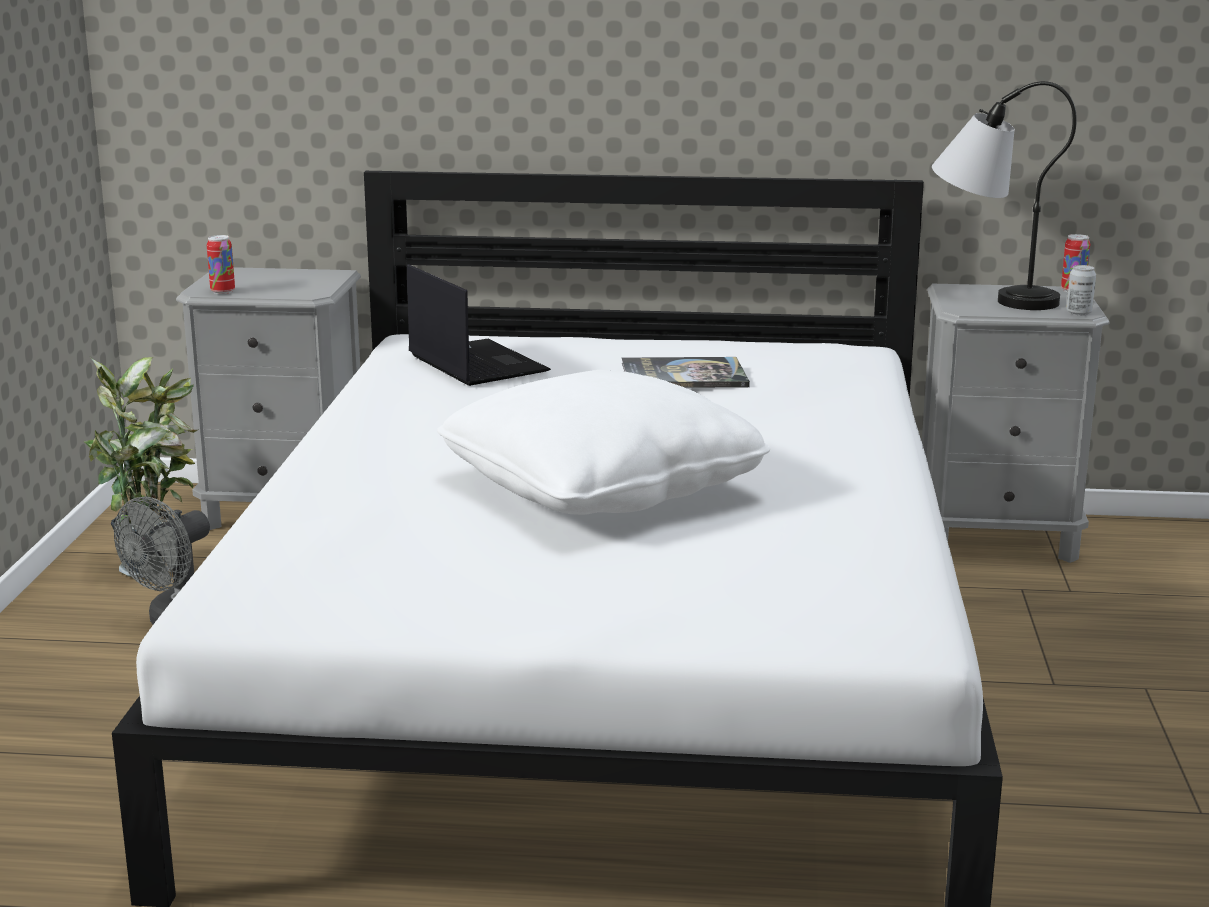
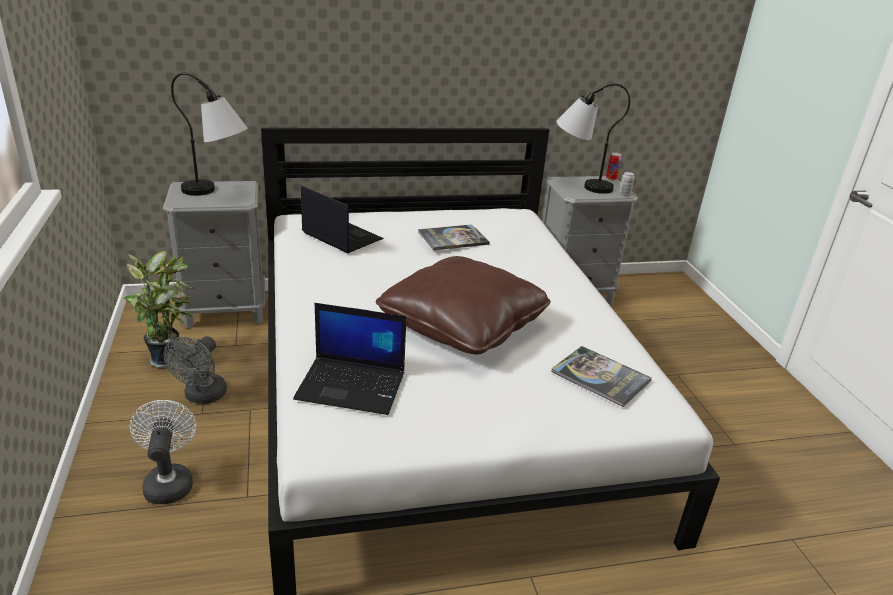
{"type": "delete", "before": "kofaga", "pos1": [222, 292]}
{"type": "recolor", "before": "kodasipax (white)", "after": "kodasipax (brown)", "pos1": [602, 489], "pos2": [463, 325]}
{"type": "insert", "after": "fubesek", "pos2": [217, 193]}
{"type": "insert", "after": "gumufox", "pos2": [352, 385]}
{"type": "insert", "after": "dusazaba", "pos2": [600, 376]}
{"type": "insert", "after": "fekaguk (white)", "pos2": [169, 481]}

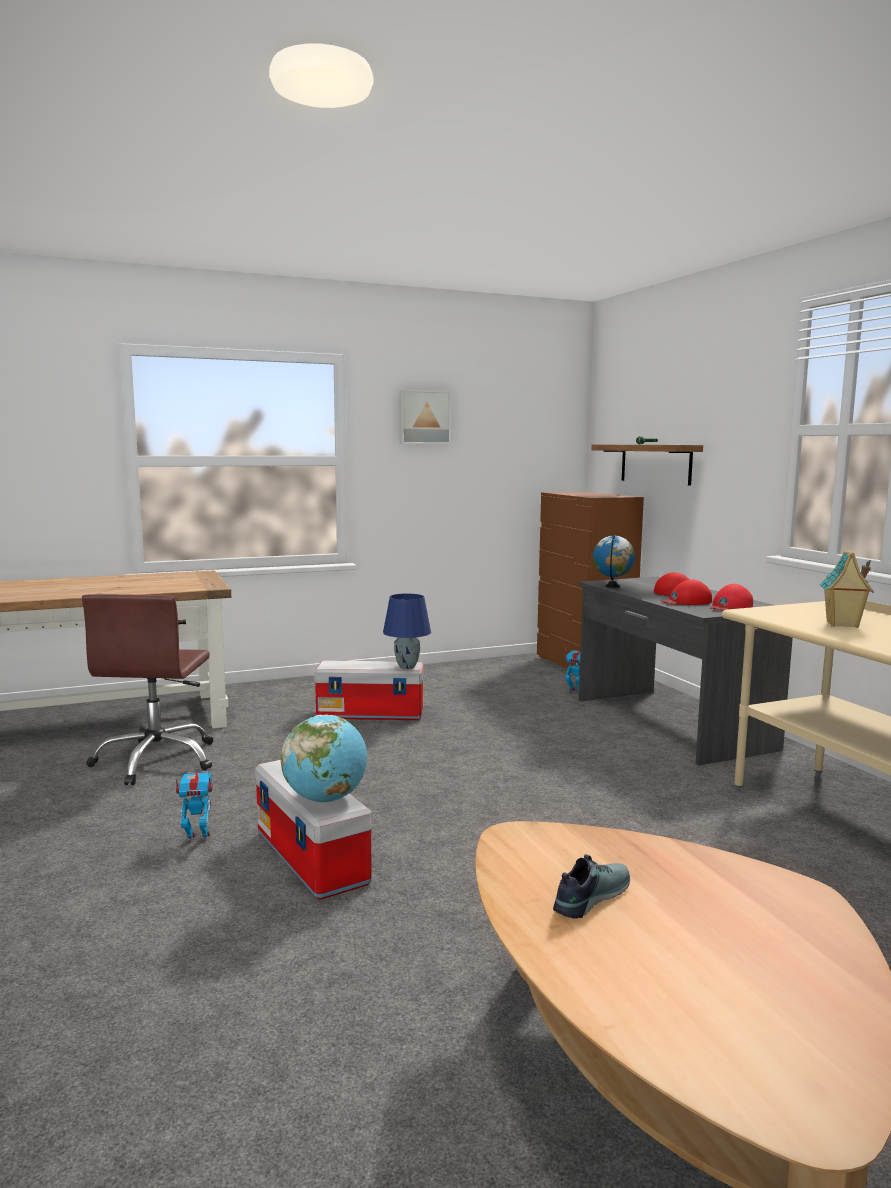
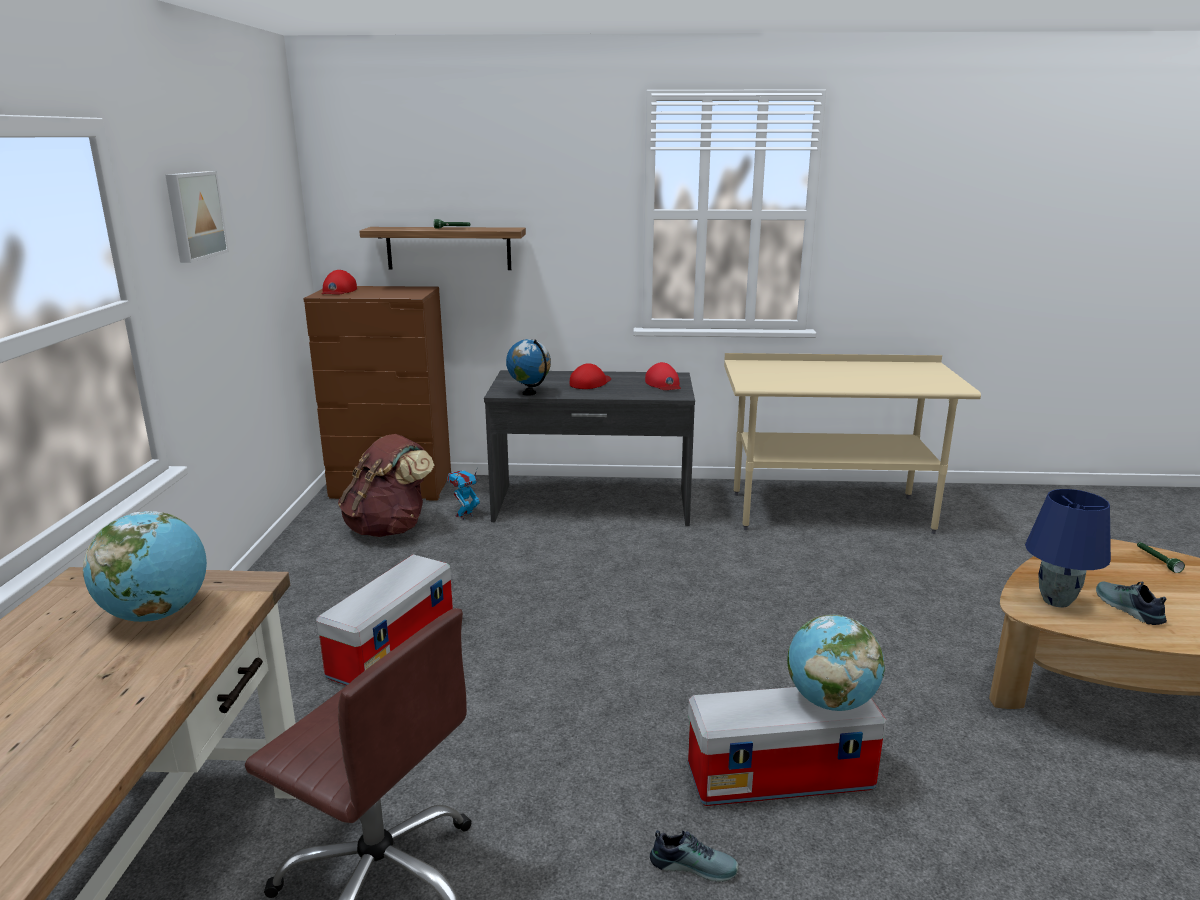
{"type": "delete", "before": "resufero", "pos1": [842, 625]}
{"type": "move", "before": "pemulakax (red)", "pos1": [686, 602], "pos2": [338, 291]}
{"type": "move", "before": "fubesek (blue)", "pos1": [406, 666], "pos2": [1056, 602]}
{"type": "replace", "before": "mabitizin", "after": "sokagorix", "pos1": [197, 839], "pos2": [693, 864]}
{"type": "insert", "after": "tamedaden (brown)", "pos2": [389, 528]}
{"type": "insert", "after": "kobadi", "pos2": [157, 614]}
{"type": "insert", "after": "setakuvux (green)", "pos2": [1157, 561]}

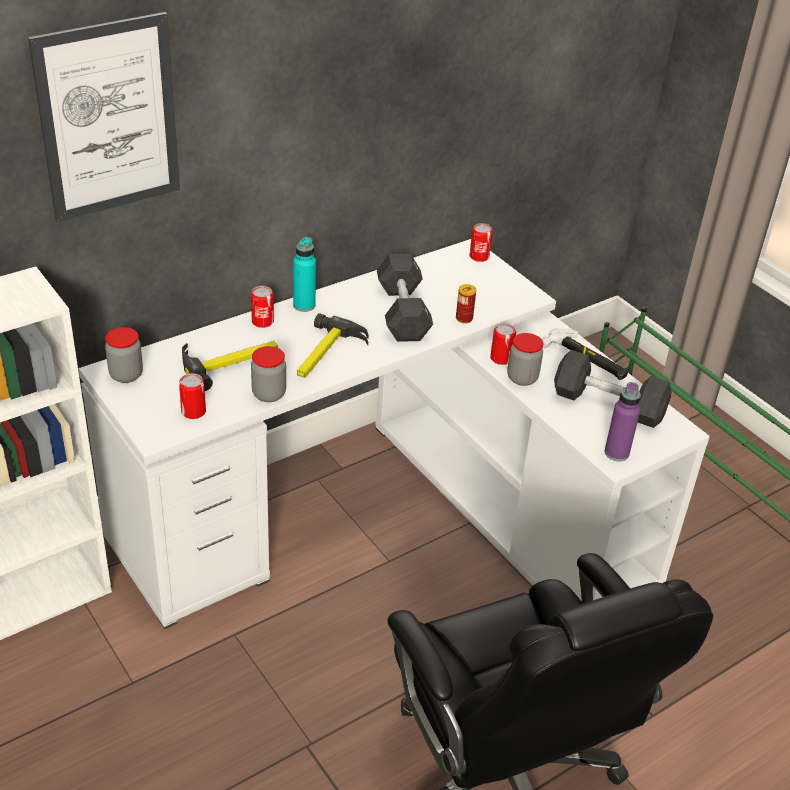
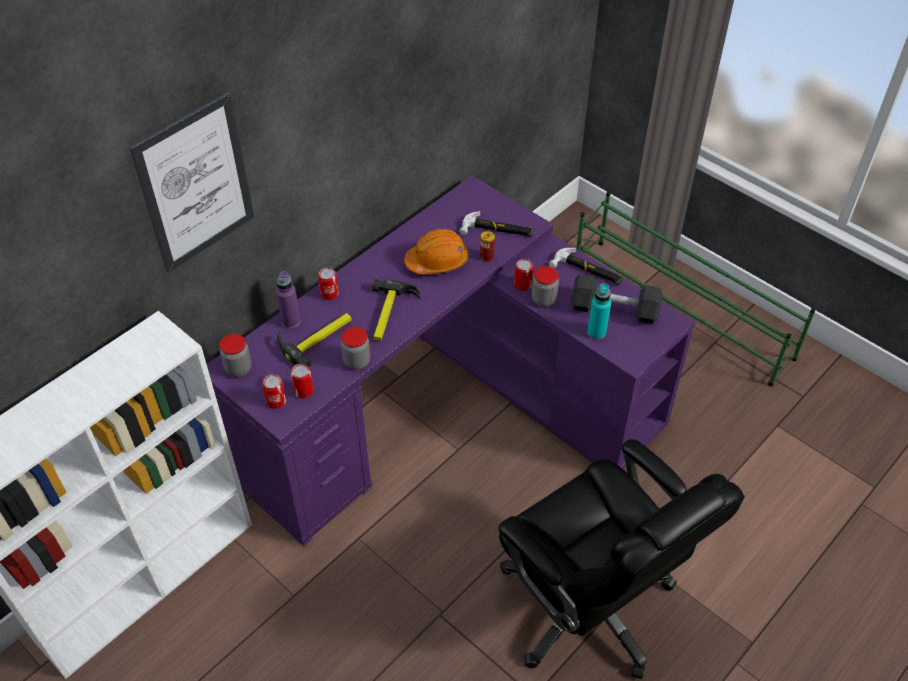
{"type": "move", "before": "kofaga", "pos1": [479, 256], "pos2": [276, 401]}
{"type": "move", "before": "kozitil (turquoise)", "pos1": [304, 305], "pos2": [596, 332]}
{"type": "recolor", "before": "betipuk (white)", "after": "betipuk (purple)", "pos1": [393, 511], "pos2": [449, 406]}
{"type": "replace", "before": "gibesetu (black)", "after": "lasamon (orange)", "pos1": [403, 312], "pos2": [437, 261]}
{"type": "move", "before": "kozitil (purple)", "pos1": [616, 453], "pos2": [291, 321]}
{"type": "insert", "after": "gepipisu", "pos2": [497, 230]}

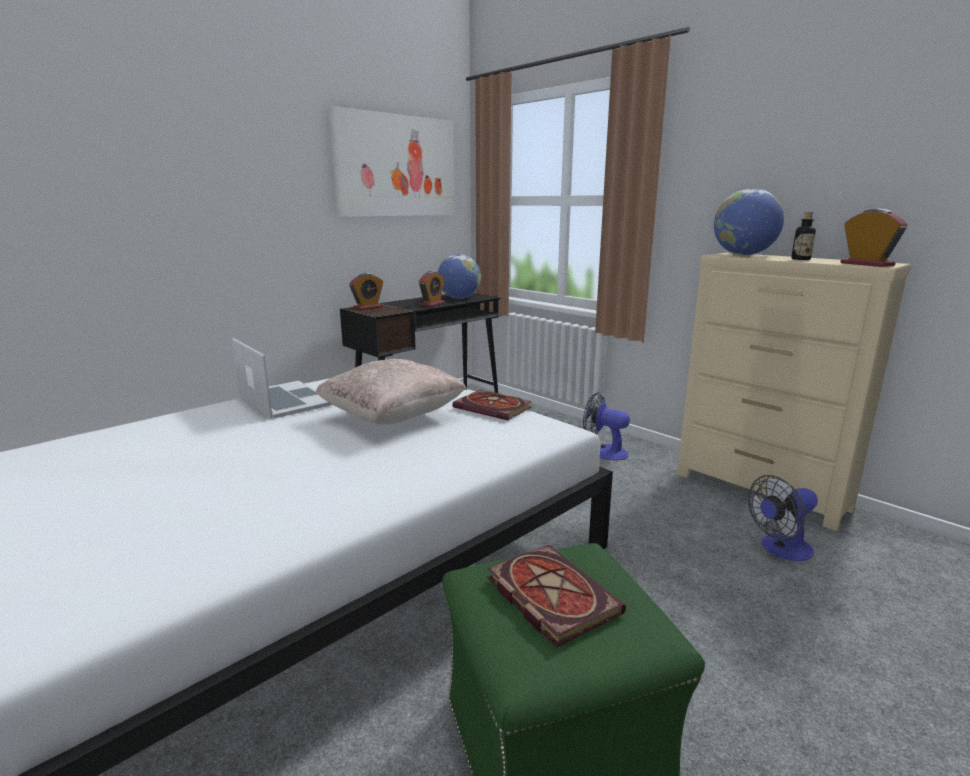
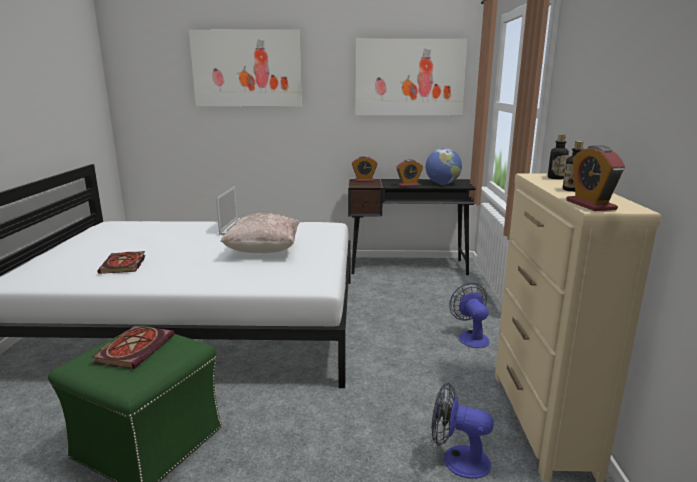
{"type": "replace", "before": "kobadi", "after": "kozitil", "pos1": [743, 255], "pos2": [556, 178]}
{"type": "rotate", "before": "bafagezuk", "pos1": [866, 264], "pos2": [590, 205], "turn": 150}
{"type": "move", "before": "dusazaba", "pos1": [494, 408], "pos2": [124, 265]}
{"type": "insert", "after": "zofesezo", "pos2": [247, 68]}

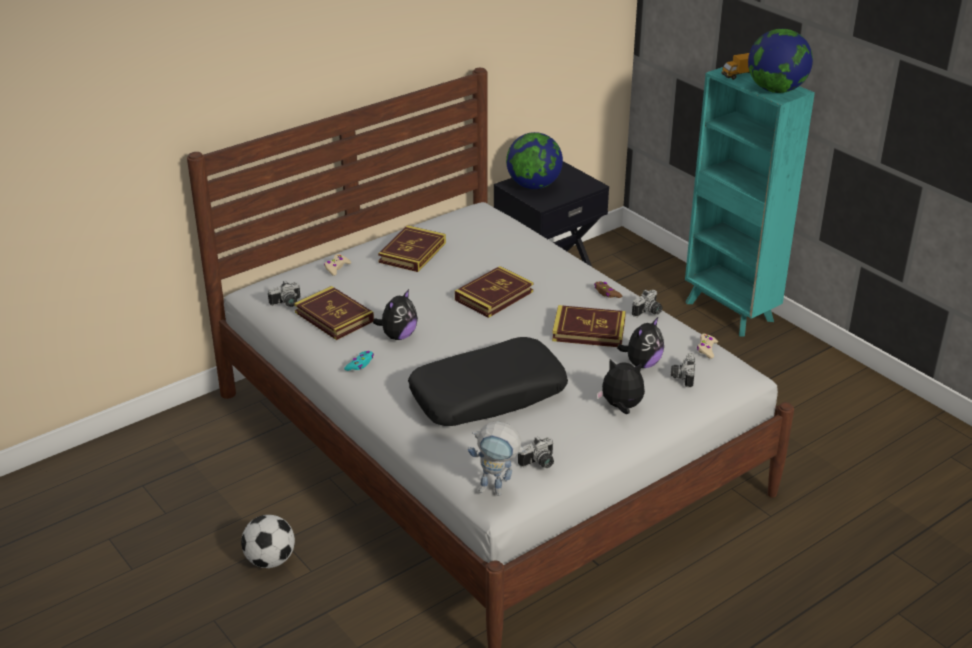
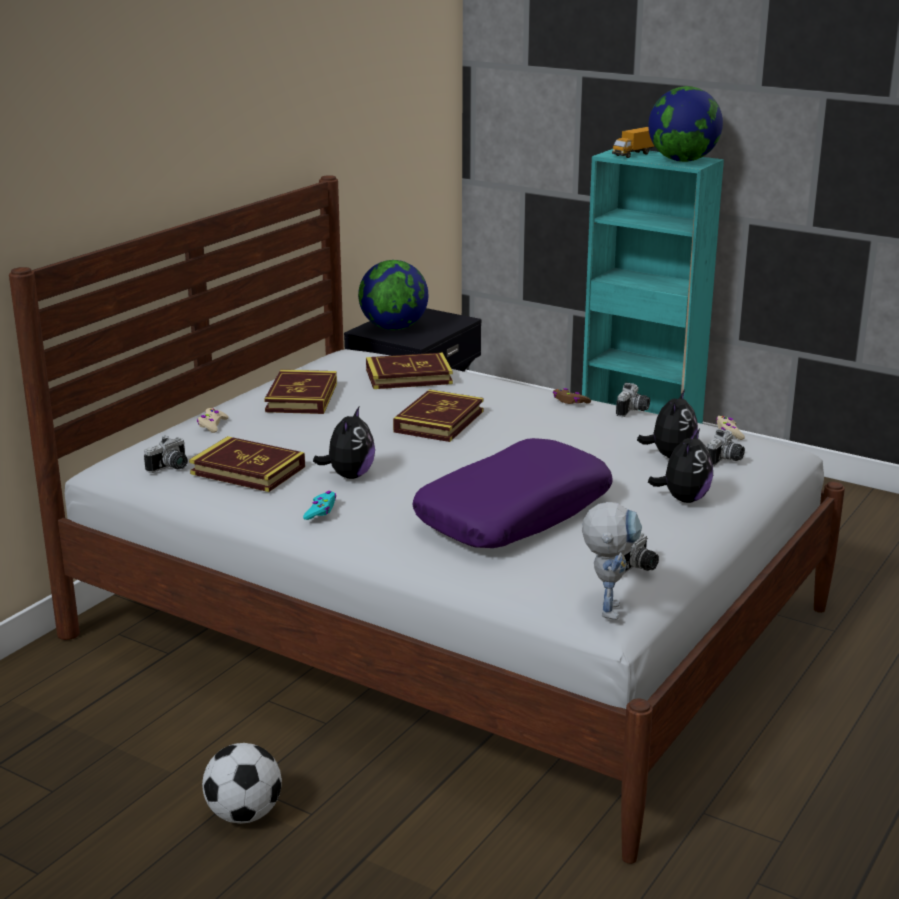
{"type": "move", "before": "dusazaba", "pos1": [589, 330], "pos2": [408, 376]}
{"type": "recolor", "before": "kodasipax (black)", "after": "kodasipax (purple)", "pos1": [488, 394], "pos2": [513, 513]}
{"type": "rotate", "before": "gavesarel", "pos1": [681, 377], "pos2": [726, 460], "turn": -135}
{"type": "rotate", "before": "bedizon", "pos1": [621, 407], "pos2": [683, 499], "turn": 120}
{"type": "rotate", "before": "mabitizin", "pos1": [498, 490], "pos2": [607, 606], "turn": -75}

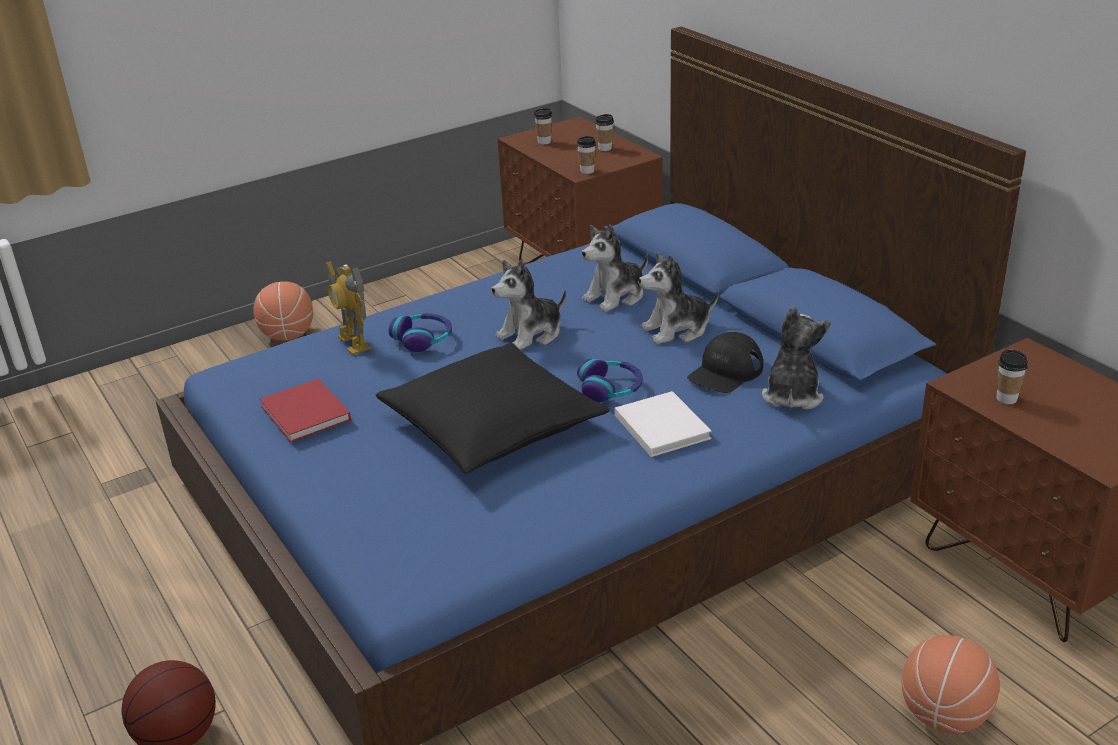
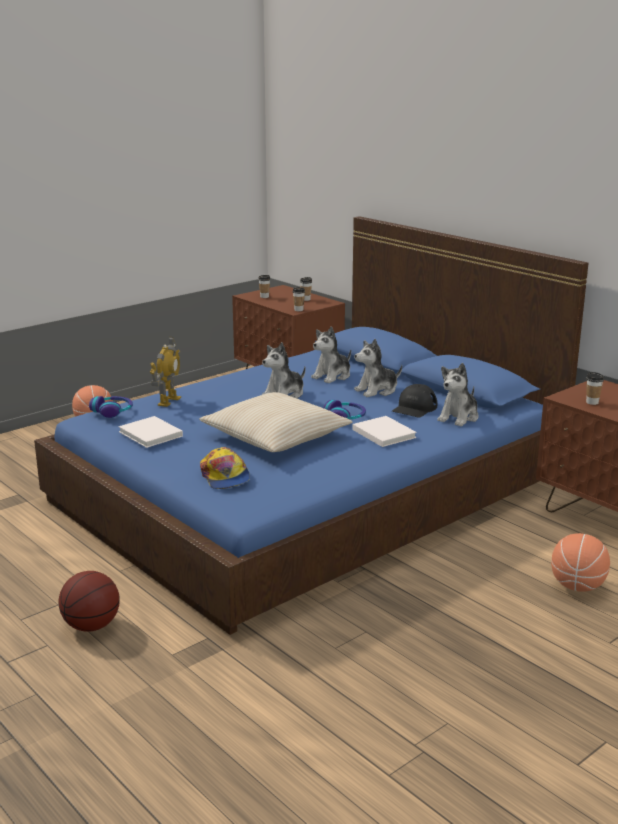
{"type": "rotate", "before": "mabitizin", "pos1": [353, 343], "pos2": [168, 401], "turn": -120}
{"type": "rotate", "before": "bedizon", "pos1": [792, 395], "pos2": [459, 417], "turn": -150}
{"type": "move", "before": "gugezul", "pos1": [423, 339], "pos2": [112, 411]}
{"type": "recolor", "before": "kodasipax (black)", "after": "kodasipax (beige)", "pos1": [492, 425], "pos2": [275, 436]}
{"type": "recolor", "before": "dusazaba (red)", "after": "dusazaba (white)", "pos1": [306, 414], "pos2": [151, 434]}
{"type": "insert", "after": "pemulakax", "pos2": [225, 477]}

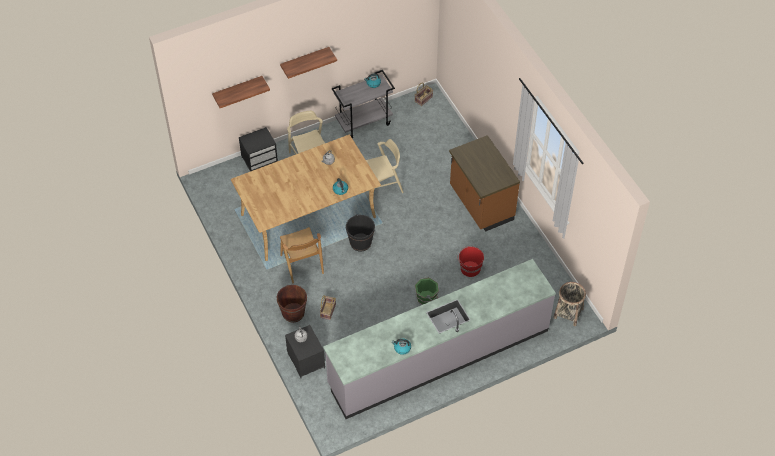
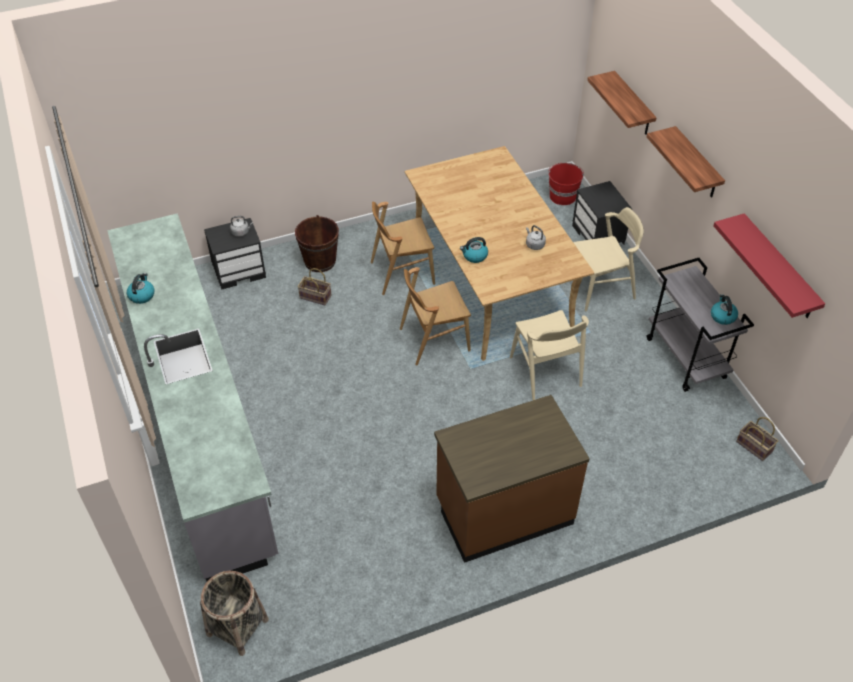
{"type": "replace", "before": "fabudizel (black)", "after": "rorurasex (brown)", "pos1": [360, 243], "pos2": [434, 339]}
{"type": "move", "before": "fabudizel (red)", "pos1": [469, 269], "pos2": [562, 196]}
{"type": "delete", "before": "fabudizel (green)", "pos1": [426, 298]}
{"type": "insert", "after": "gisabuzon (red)", "pos2": [778, 268]}

